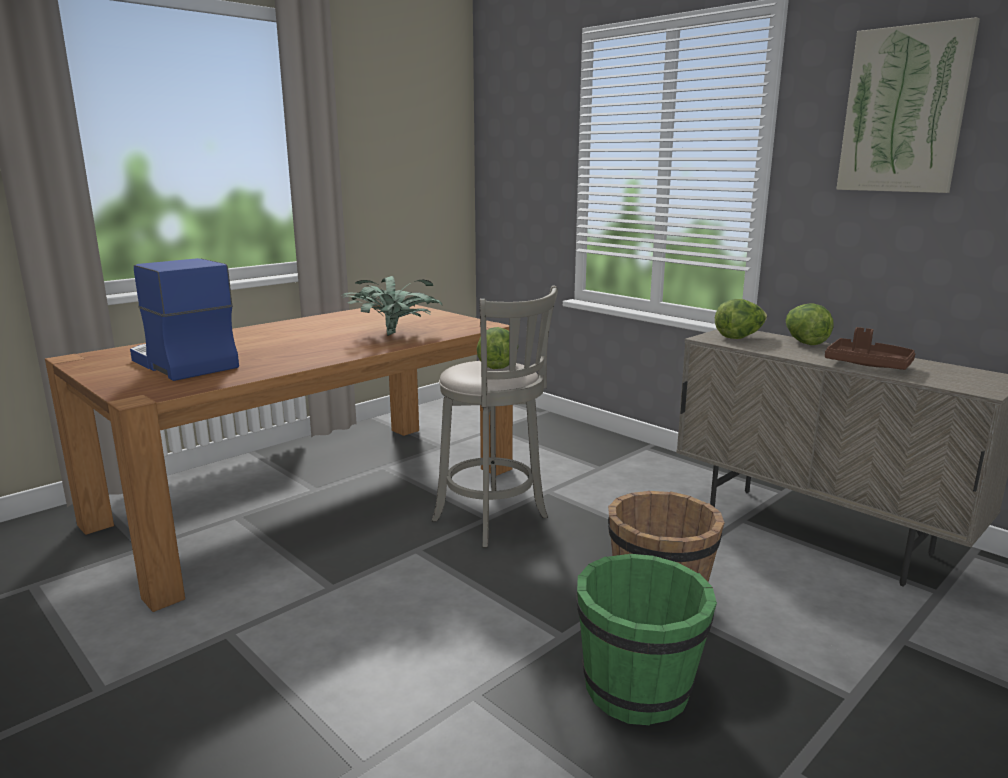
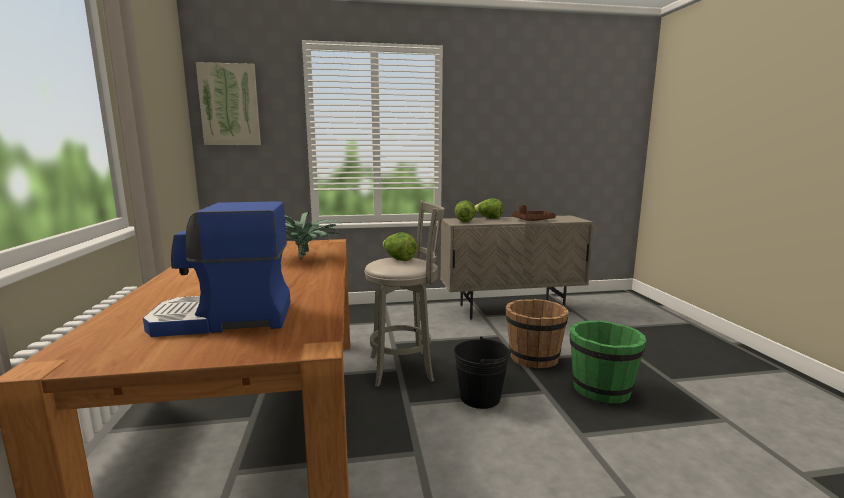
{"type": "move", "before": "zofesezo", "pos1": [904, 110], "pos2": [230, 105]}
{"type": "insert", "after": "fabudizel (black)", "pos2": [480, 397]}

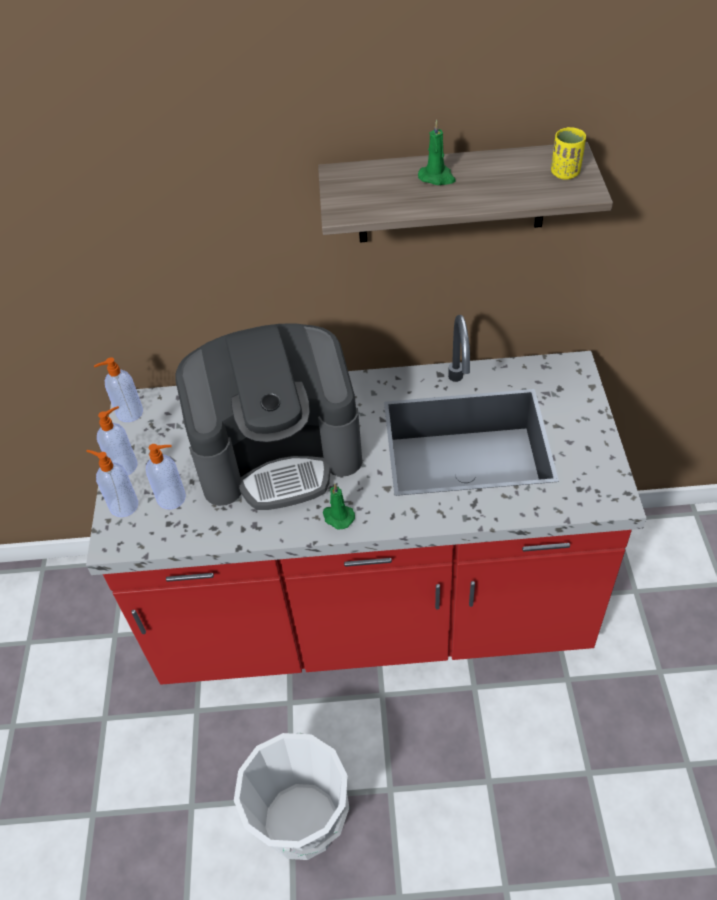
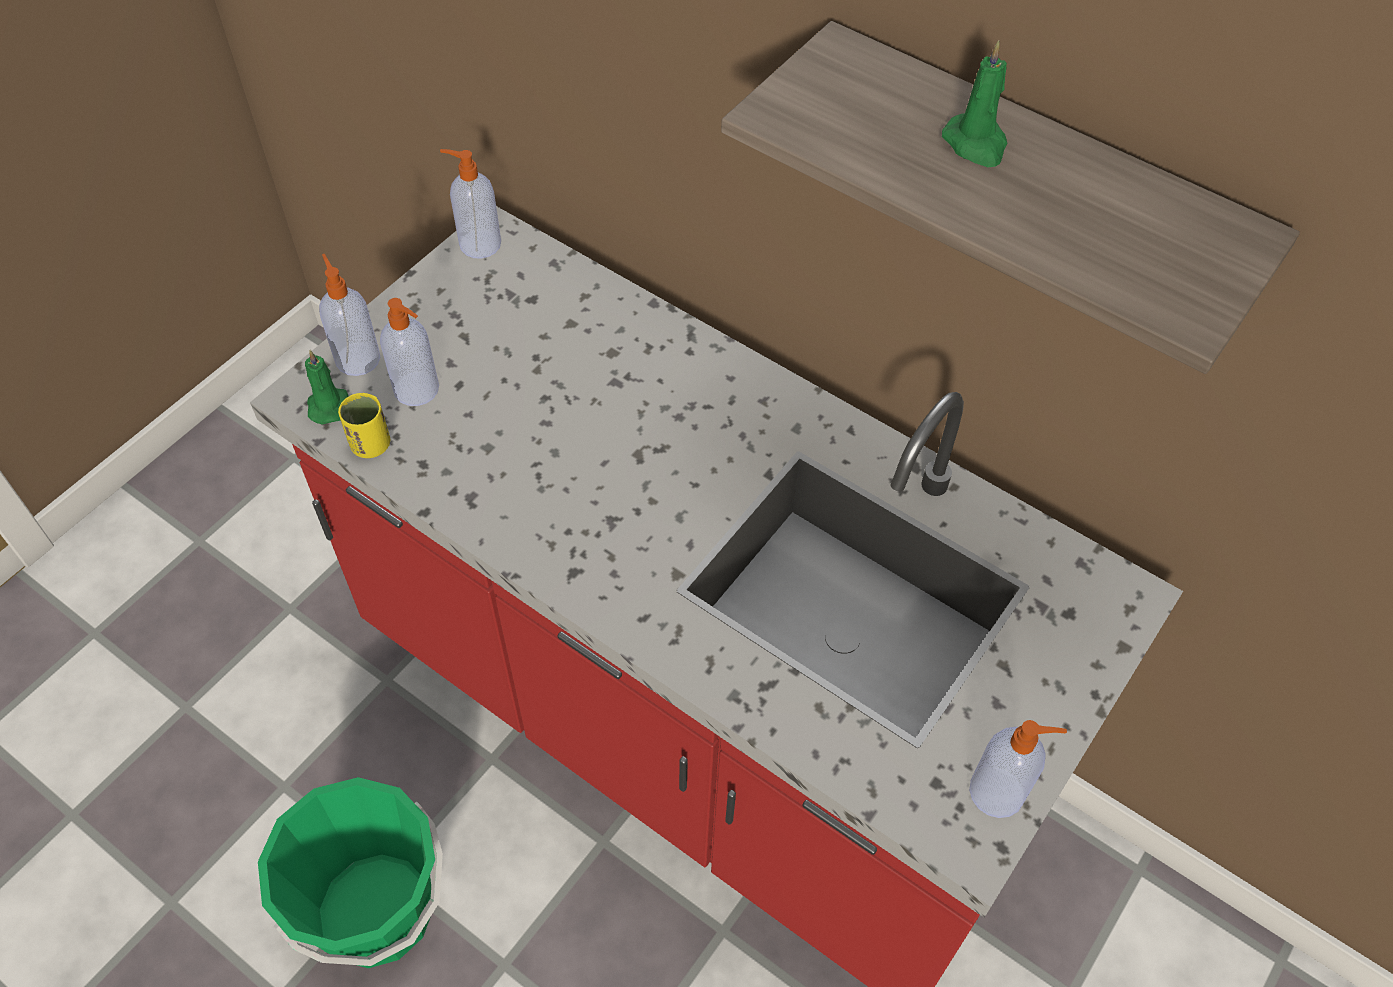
{"type": "move", "before": "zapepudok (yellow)", "pos1": [565, 173], "pos2": [370, 445]}
{"type": "delete", "before": "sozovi", "pos1": [278, 452]}
{"type": "move", "before": "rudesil", "pos1": [125, 465], "pos2": [999, 792]}
{"type": "move", "before": "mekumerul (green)", "pos1": [337, 517], "pos2": [329, 405]}
{"type": "recolor", "before": "fabudizel (white)", "after": "fabudizel (green)", "pos1": [302, 821], "pos2": [376, 910]}

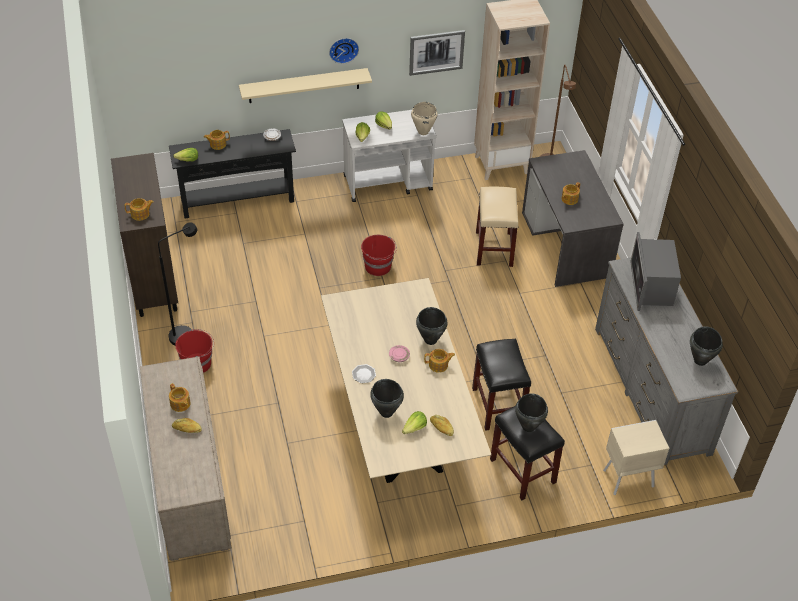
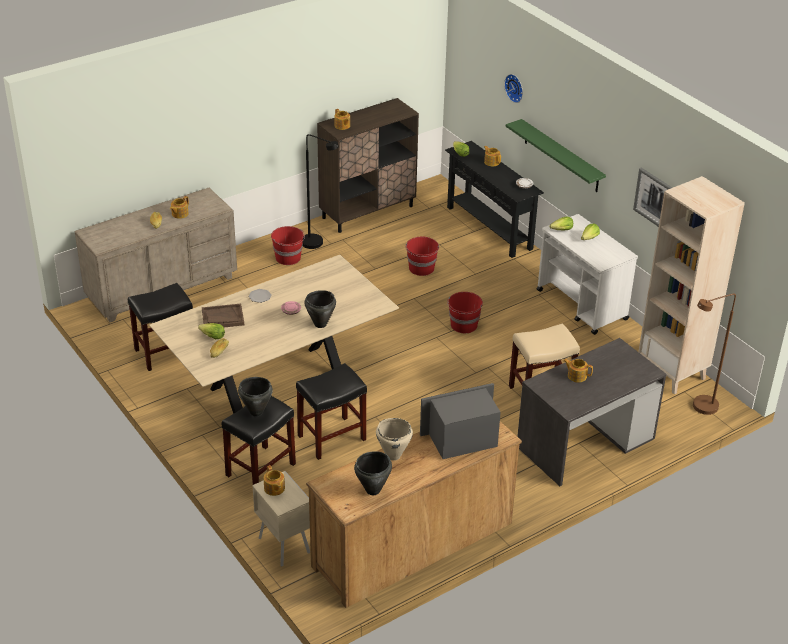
{"type": "move", "before": "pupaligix", "pos1": [343, 49], "pos2": [515, 87]}
{"type": "recolor", "before": "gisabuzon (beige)", "after": "gisabuzon (green)", "pos1": [304, 85], "pos2": [561, 156]}
{"type": "move", "before": "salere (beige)", "pos1": [423, 132], "pos2": [393, 455]}
{"type": "recolor", "before": "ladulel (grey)", "after": "ladulel (brown)", "pos1": [651, 389], "pos2": [412, 544]}
{"type": "move", "before": "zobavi", "pos1": [439, 365], "pos2": [274, 489]}
{"type": "replace", "before": "salere (black)", "after": "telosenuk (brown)", "pos1": [386, 412], "pos2": [222, 318]}
{"type": "insert", "after": "fabudizel (red)", "pos2": [421, 268]}
{"type": "insert", "after": "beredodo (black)", "pos2": [166, 352]}

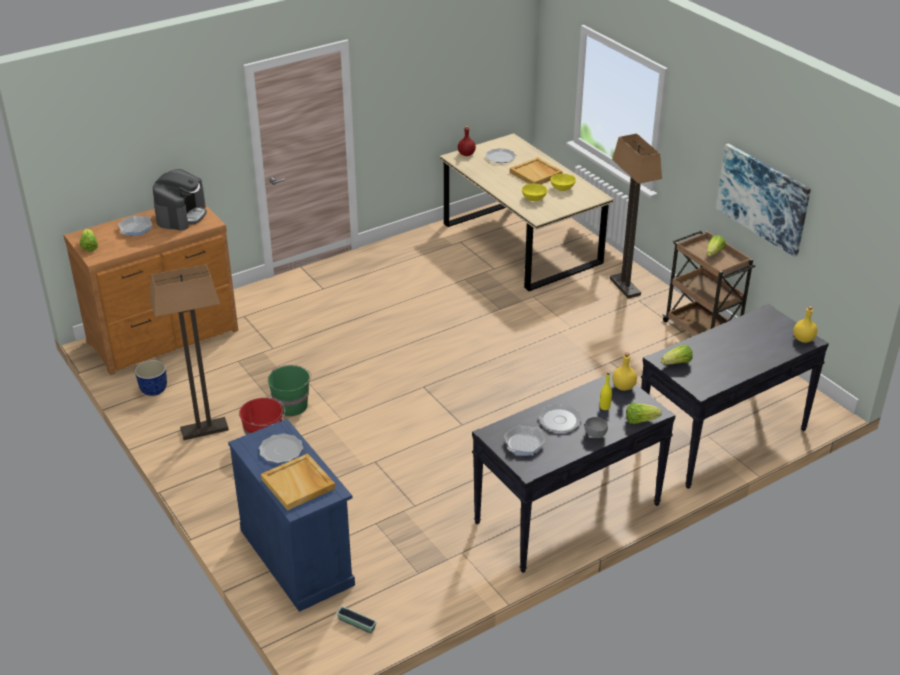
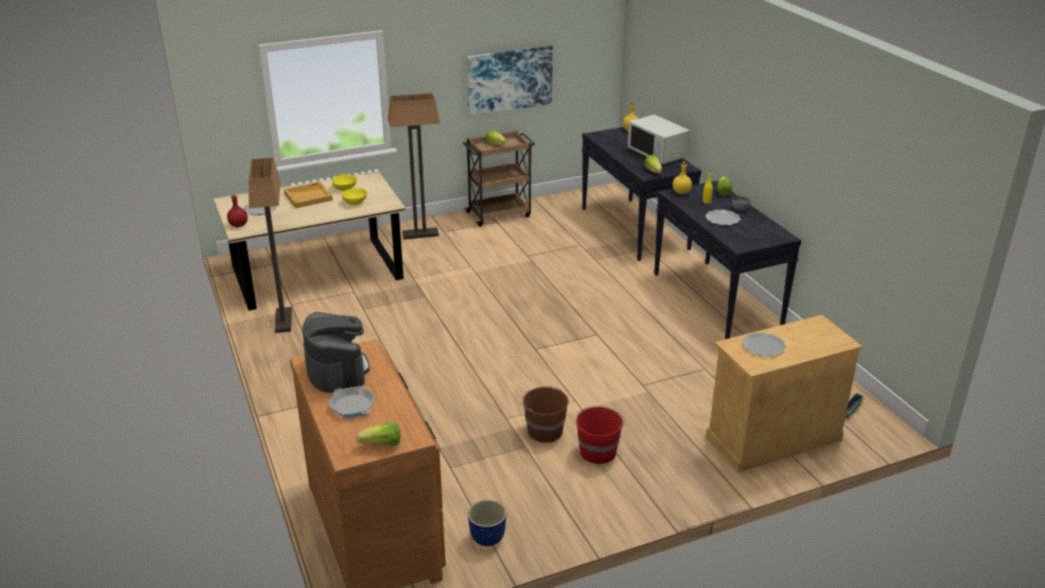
{"type": "rotate", "before": "sozovi", "pos1": [181, 215], "pos2": [337, 370], "turn": 45}
{"type": "move", "before": "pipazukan", "pos1": [204, 430], "pos2": [284, 321]}
{"type": "recolor", "before": "fabudizel (green)", "after": "fabudizel (brown)", "pos1": [291, 405], "pos2": [544, 431]}
{"type": "recolor", "before": "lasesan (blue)", "after": "lasesan (beige)", "pos1": [297, 557], "pos2": [773, 438]}
{"type": "delete", "before": "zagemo", "pos1": [524, 443]}
{"type": "delete", "before": "telosenuk (beige)", "pos1": [298, 484]}
{"type": "insert", "after": "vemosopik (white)", "pos2": [657, 154]}

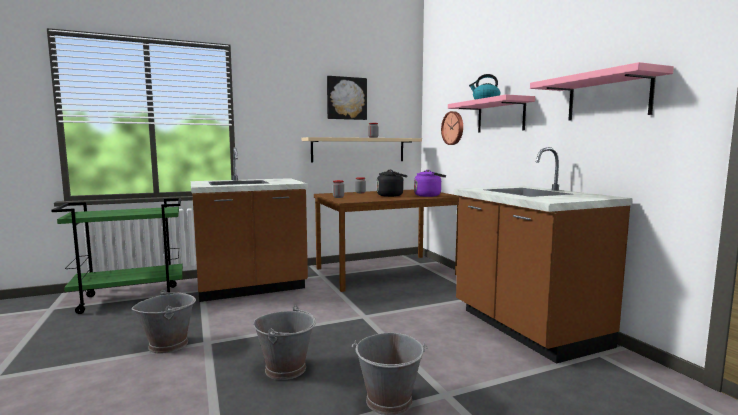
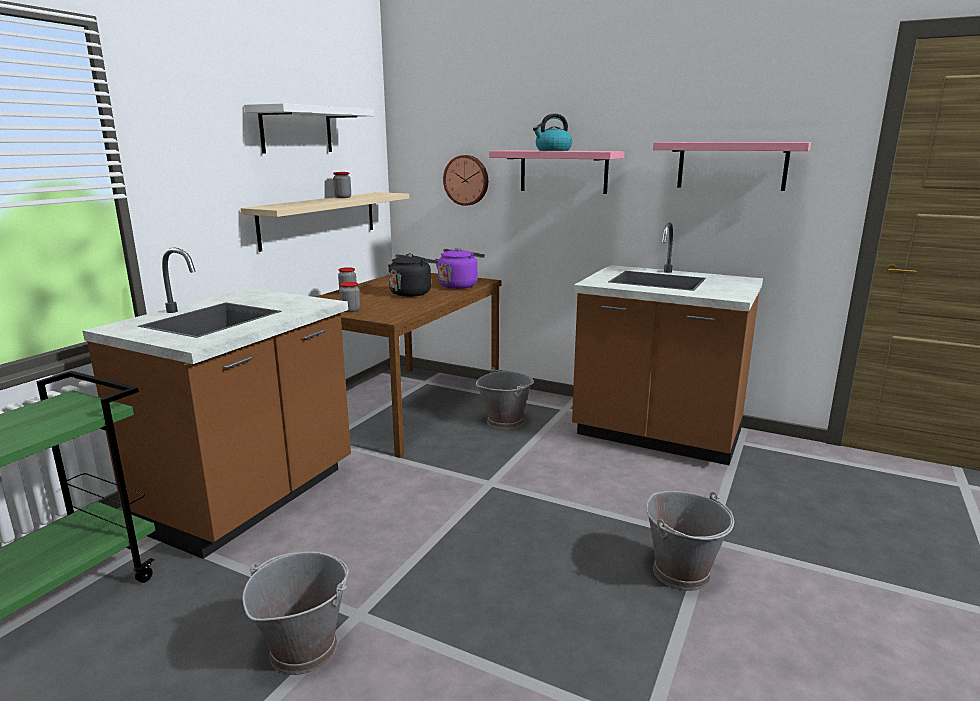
{"type": "replace", "before": "zofesezo", "after": "gisabuzon (white)", "pos1": [346, 98], "pos2": [296, 130]}
{"type": "move", "before": "fabudizel (grey)", "pos1": [286, 368], "pos2": [505, 421]}

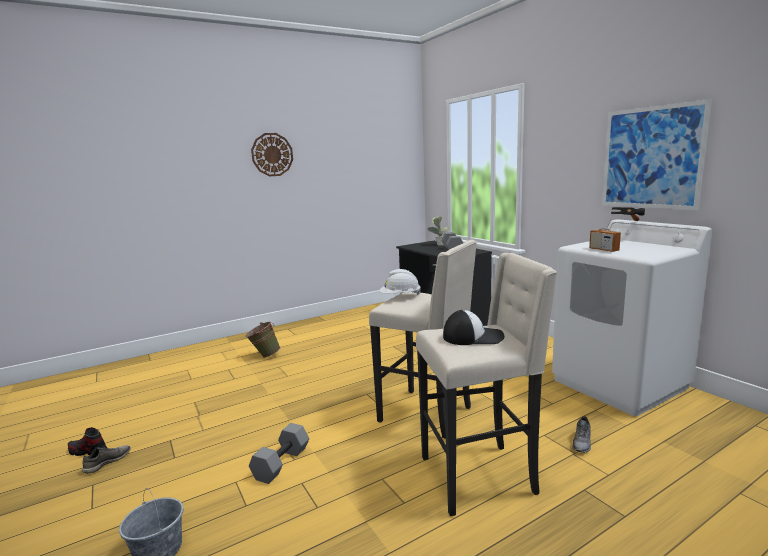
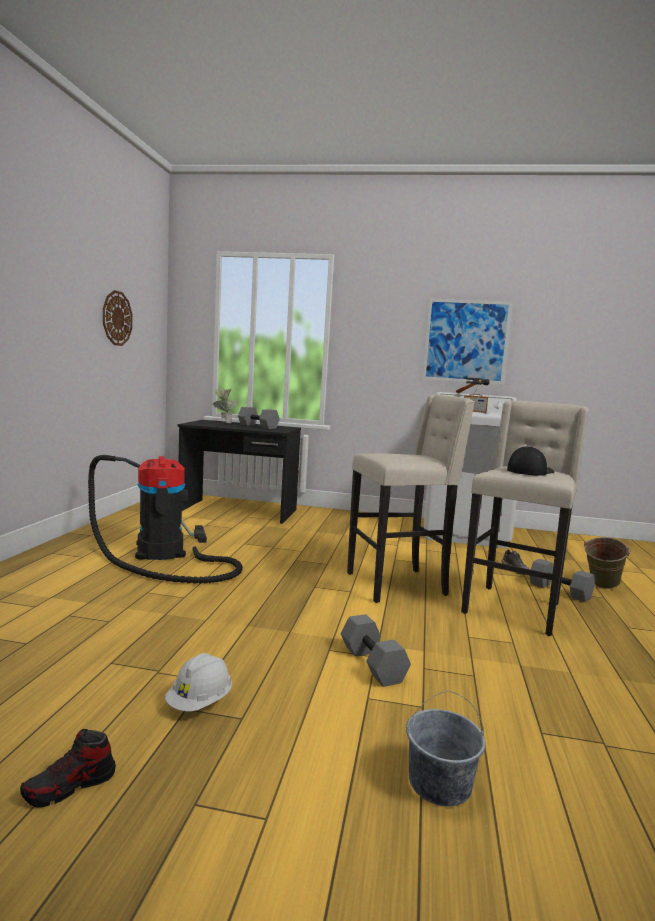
{"type": "move", "before": "pupaligix", "pos1": [272, 154], "pos2": [117, 318]}
{"type": "move", "before": "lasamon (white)", "pos1": [400, 297], "pos2": [200, 703]}
{"type": "move", "before": "fabudizel (green)", "pos1": [264, 356], "pos2": [601, 587]}
{"type": "delete", "before": "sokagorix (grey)", "pos1": [107, 462]}
{"type": "insert", "after": "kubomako", "pos2": [162, 553]}
{"type": "insert", "after": "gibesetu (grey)", "pos2": [560, 591]}

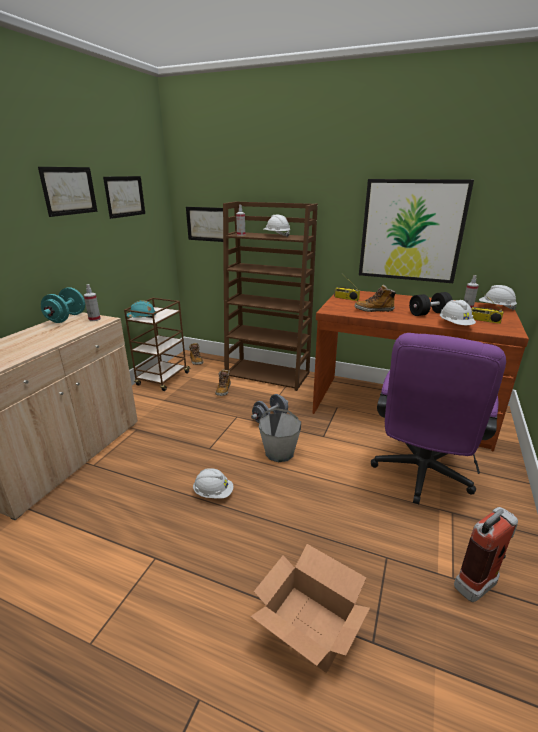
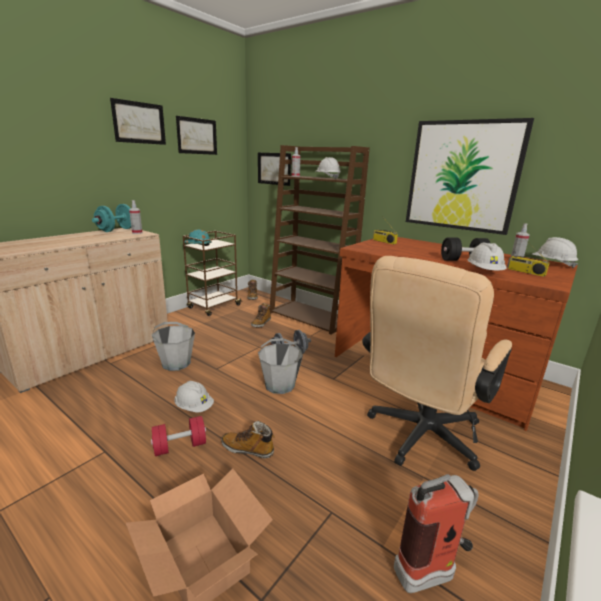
{"type": "move", "before": "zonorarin", "pos1": [374, 310], "pos2": [248, 449]}
{"type": "recolor", "before": "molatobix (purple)", "after": "molatobix (beige)", "pos1": [420, 476], "pos2": [419, 437]}
{"type": "insert", "after": "fabudizel (grey)", "pos2": [176, 363]}
{"type": "insert", "after": "gibesetu (red)", "pos2": [180, 446]}

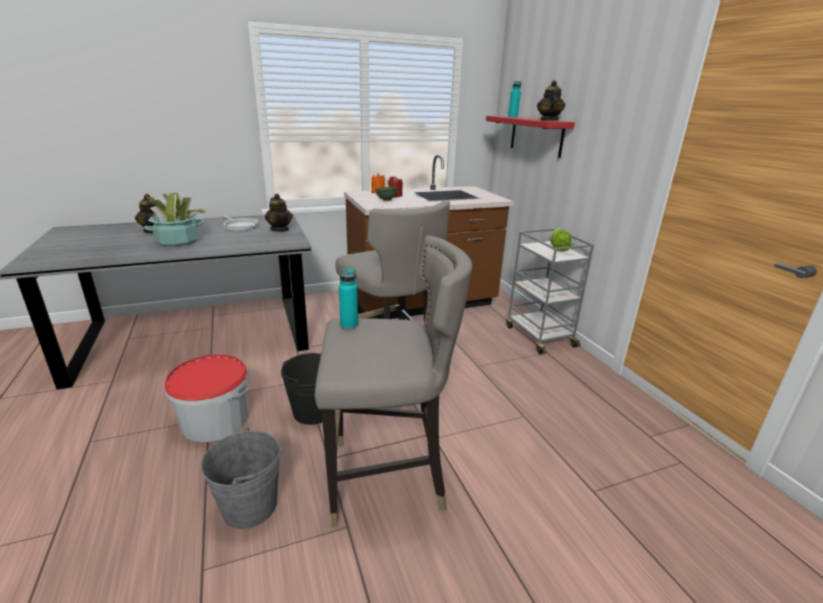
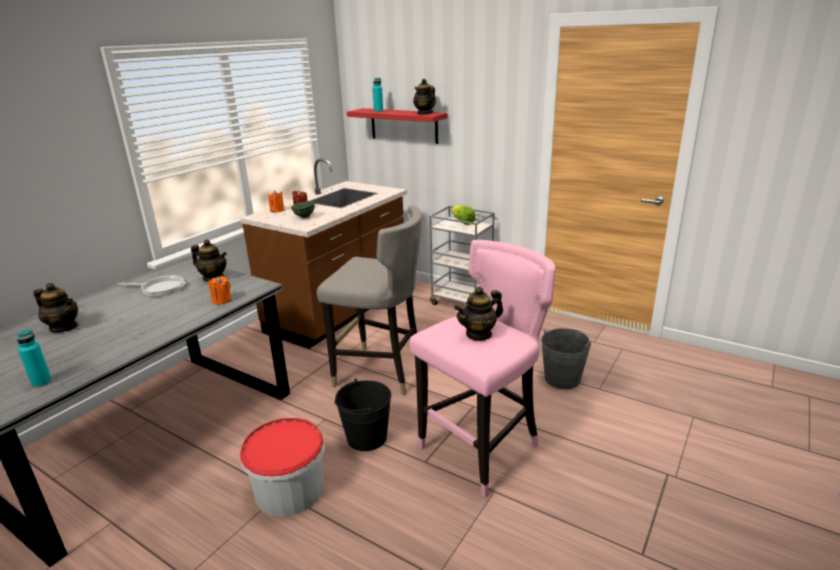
{"type": "delete", "before": "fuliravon", "pos1": [178, 241]}
{"type": "recolor", "before": "beredodo (grey)", "after": "beredodo (pink)", "pos1": [388, 479], "pos2": [482, 449]}
{"type": "move", "before": "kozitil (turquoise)", "pos1": [349, 325], "pos2": [42, 382]}
{"type": "move", "before": "fabudizel (grey)", "pos1": [250, 506], "pos2": [562, 379]}
{"type": "insert", "after": "mekumerul (orange)", "pos2": [222, 300]}
{"type": "insert", "after": "zobavi", "pos2": [479, 334]}

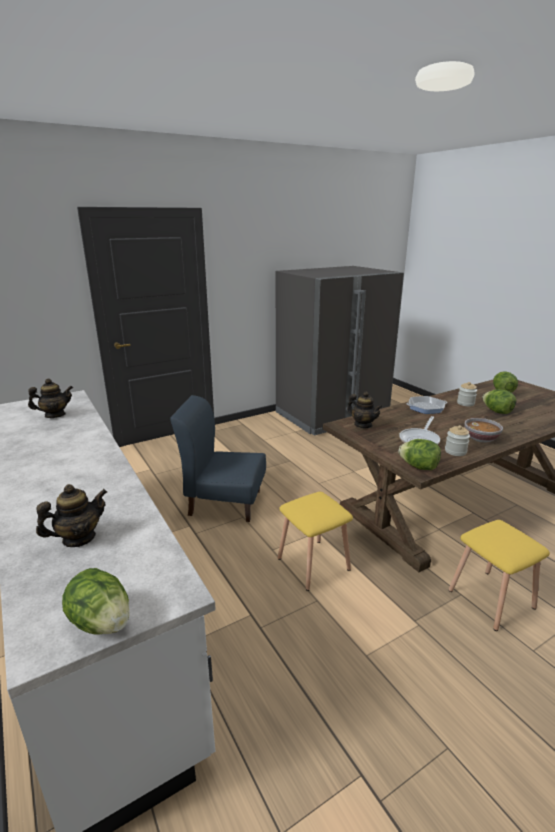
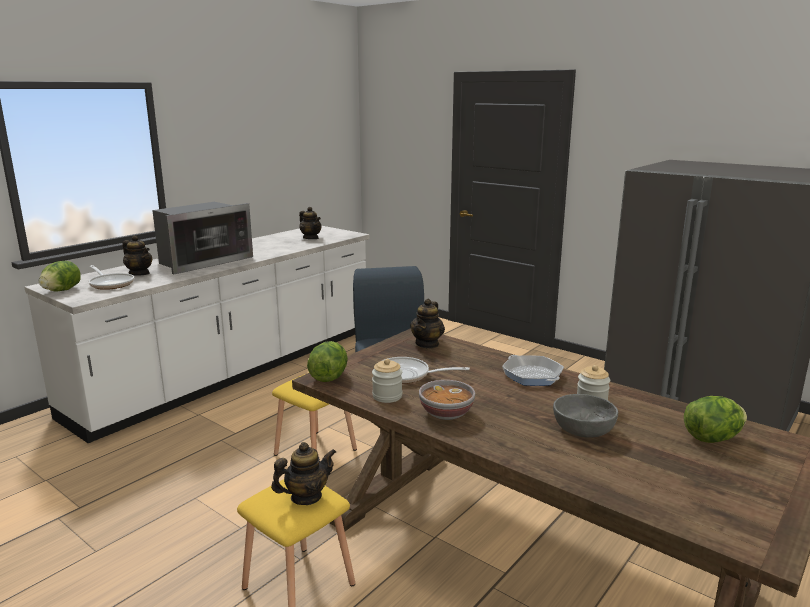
{"type": "replace", "before": "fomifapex", "after": "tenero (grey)", "pos1": [497, 411], "pos2": [583, 429]}
{"type": "insert", "after": "vemosopik", "pos2": [203, 261]}
{"type": "insert", "after": "zagemo", "pos2": [111, 284]}
{"type": "insert", "after": "zobavi", "pos2": [306, 497]}

